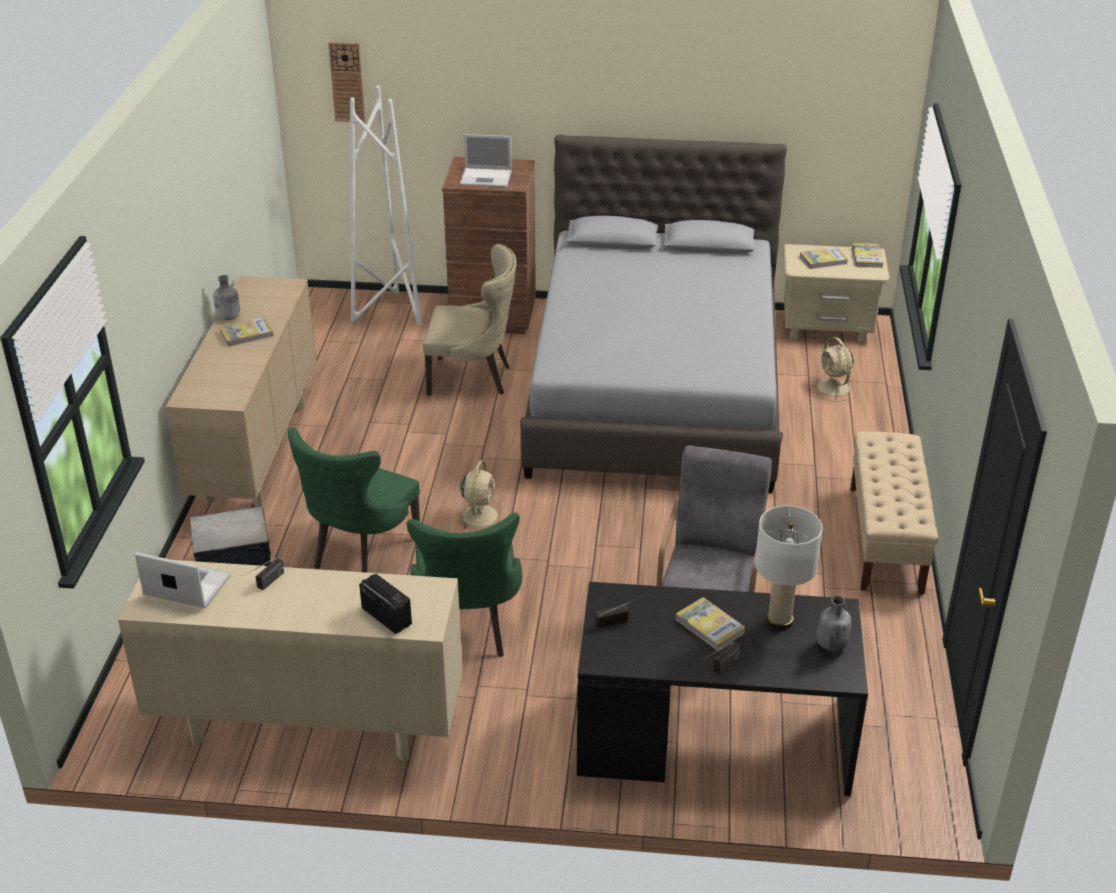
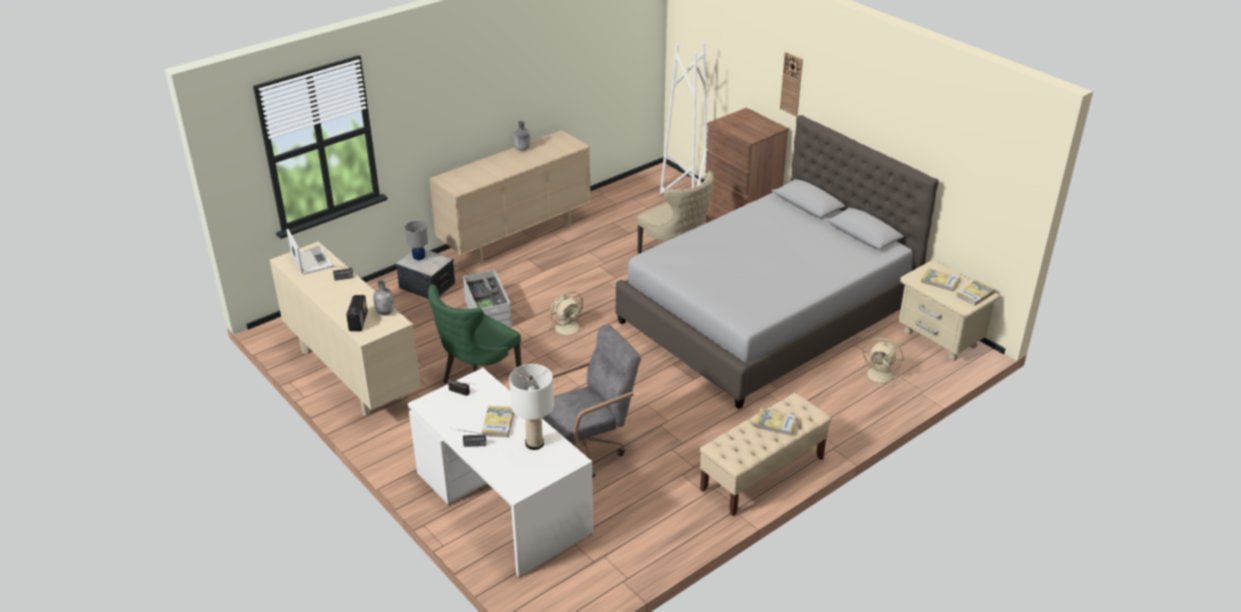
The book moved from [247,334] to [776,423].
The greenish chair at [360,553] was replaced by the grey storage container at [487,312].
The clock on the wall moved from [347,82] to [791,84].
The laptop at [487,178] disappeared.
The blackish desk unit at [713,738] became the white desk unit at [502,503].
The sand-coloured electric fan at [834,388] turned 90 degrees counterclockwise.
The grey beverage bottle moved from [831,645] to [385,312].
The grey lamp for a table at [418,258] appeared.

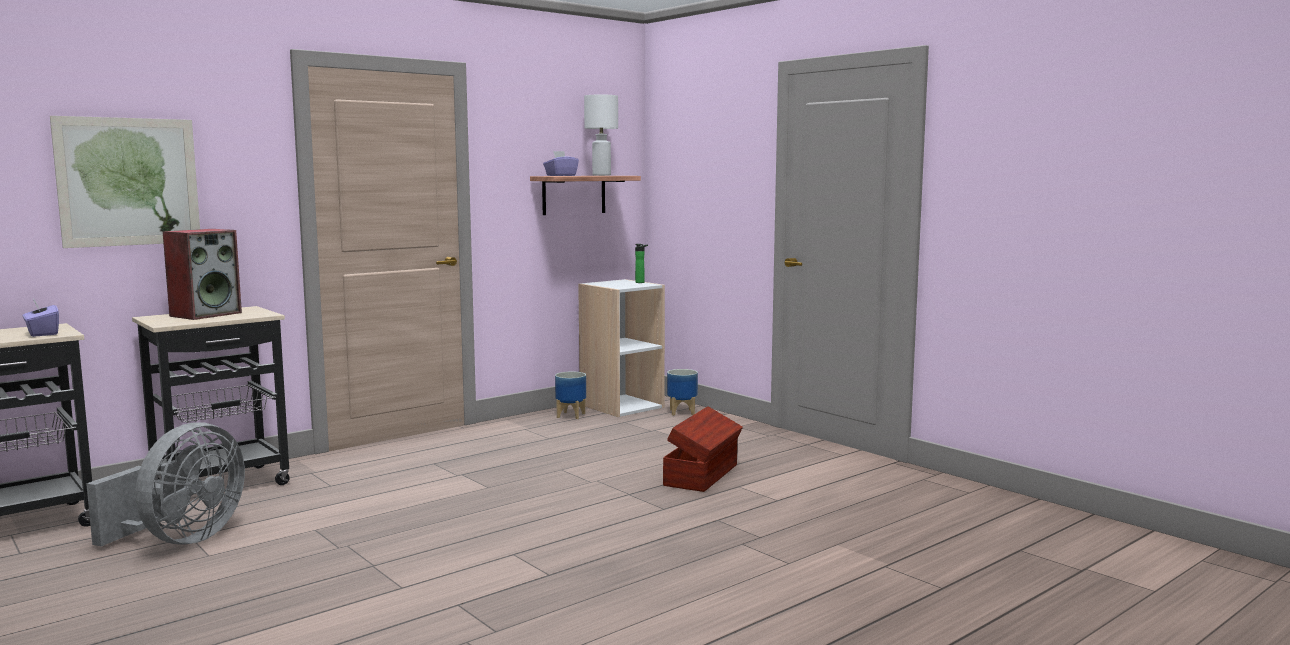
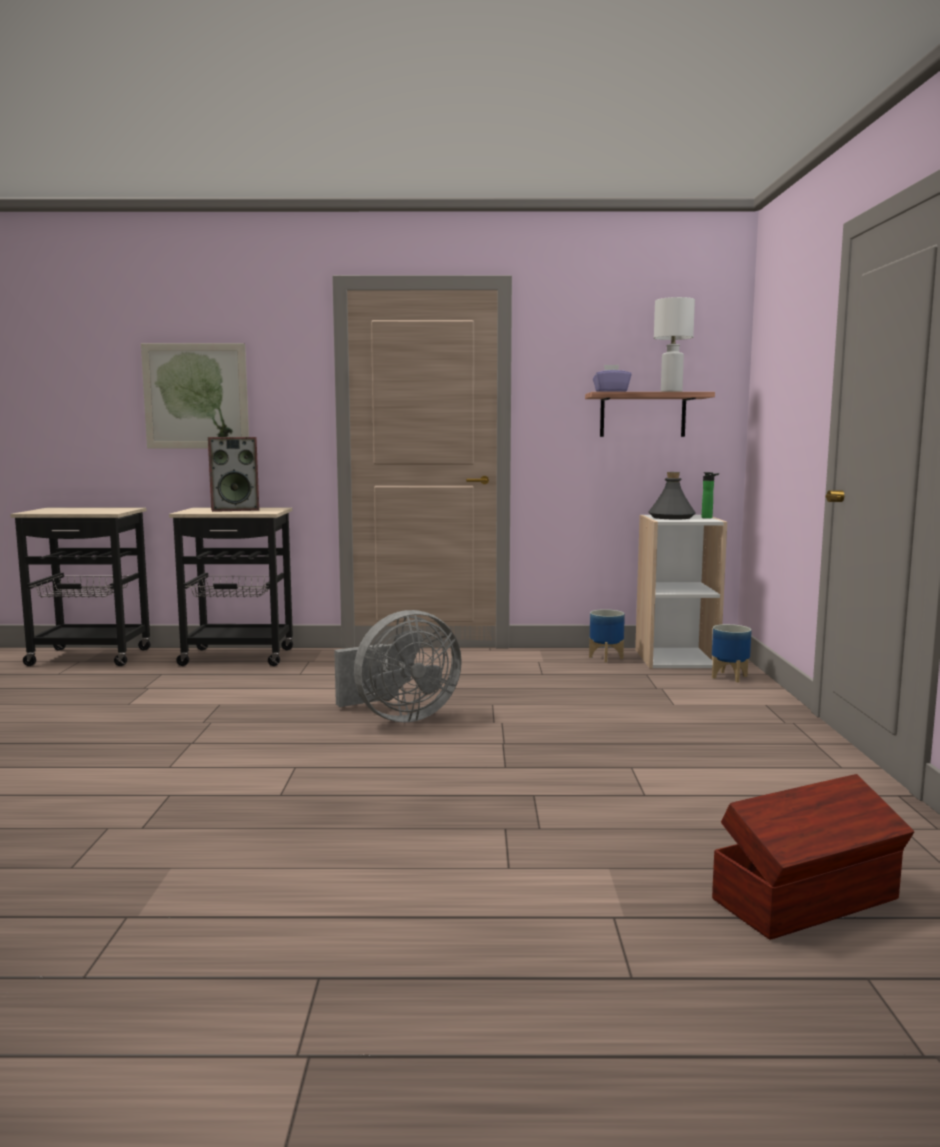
The purple-coloured tissue holder at [42,333] disappeared.
The grey electric fan moved from [181,539] to [399,717].
The brown storage container moved from [703,475] to [809,900].
The grey beverage bottle at [671,517] appeared.

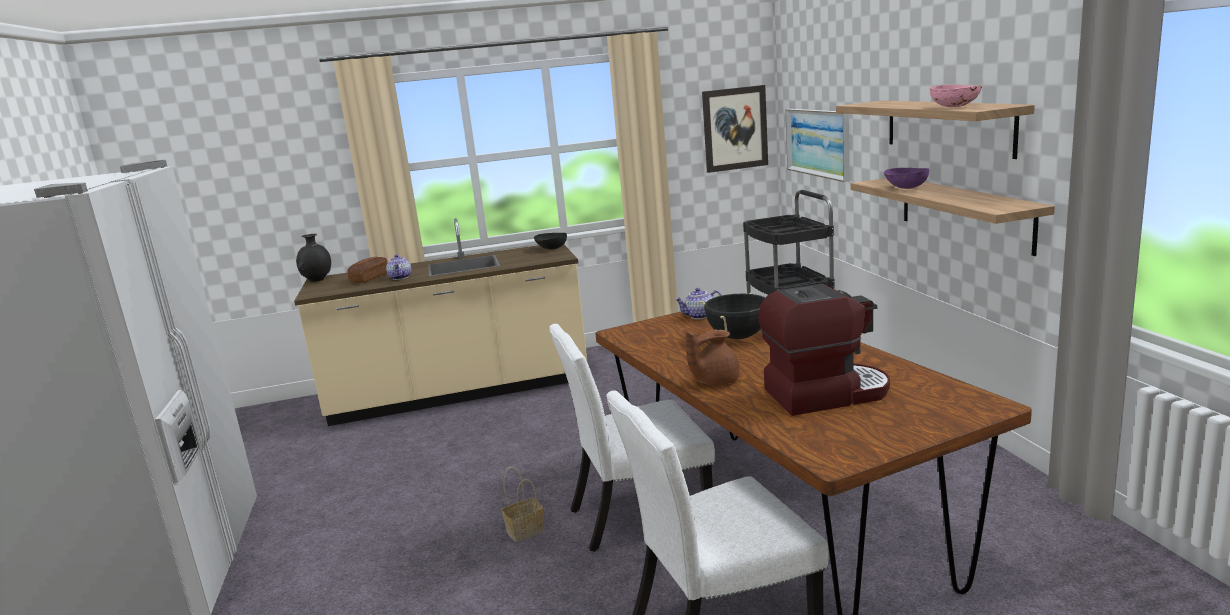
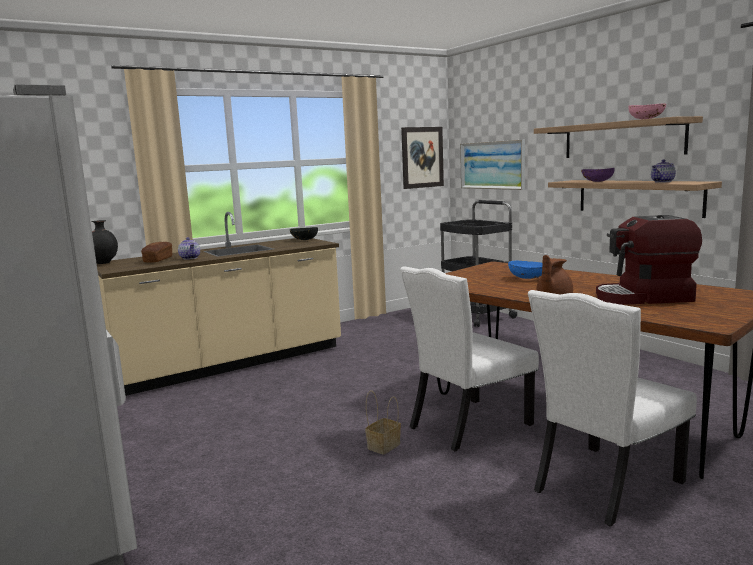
The pot for tea moved from [699,316] to [663,182].
The blackish saucepot at [738,337] was replaced by the blue serving bowl at [528,278].
The coffee maker at [826,393] turned 150 degrees counterclockwise.

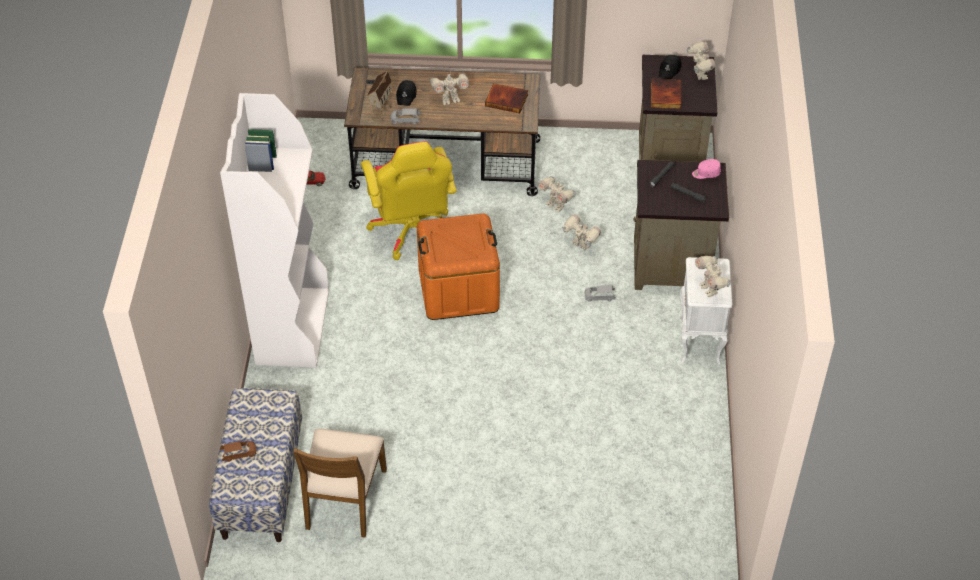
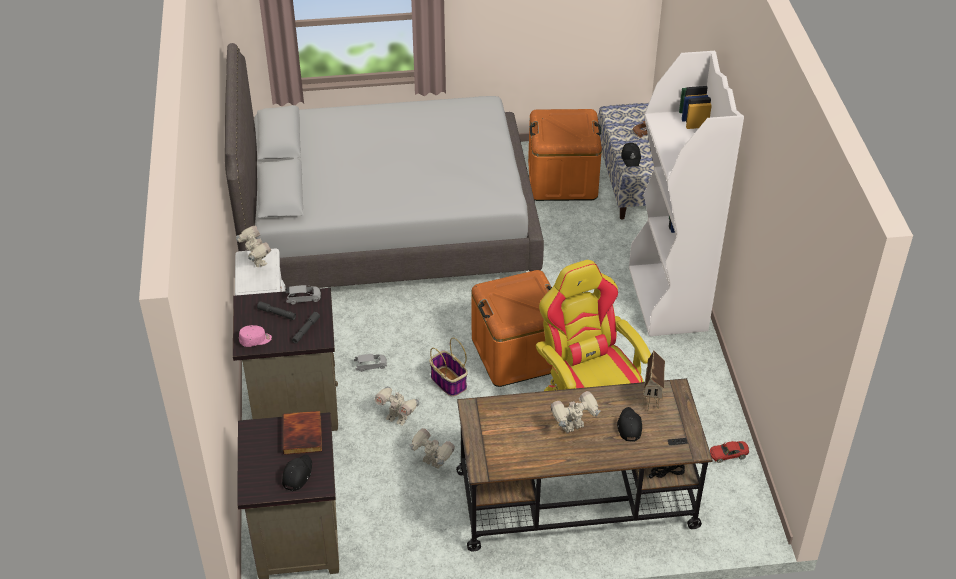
The brown chair at [344,499] was replaced by the orangey storage container at [562,180].
The grey model car moved from [405,120] to [303,298].
The book at [507,100] disappeared.
The model robot at [699,75] disappeared.
The grey bed at [387,226] appeared.
The household basket at [448,381] appeared.
The blackish peaked cap at [631,158] appeared.

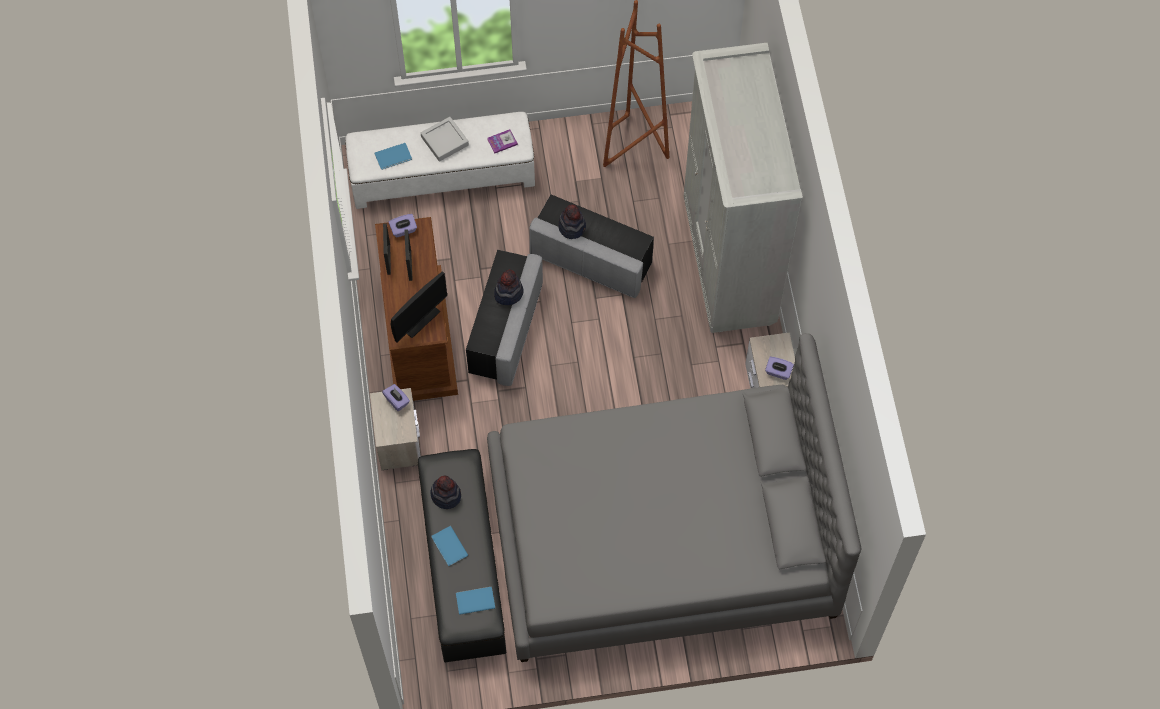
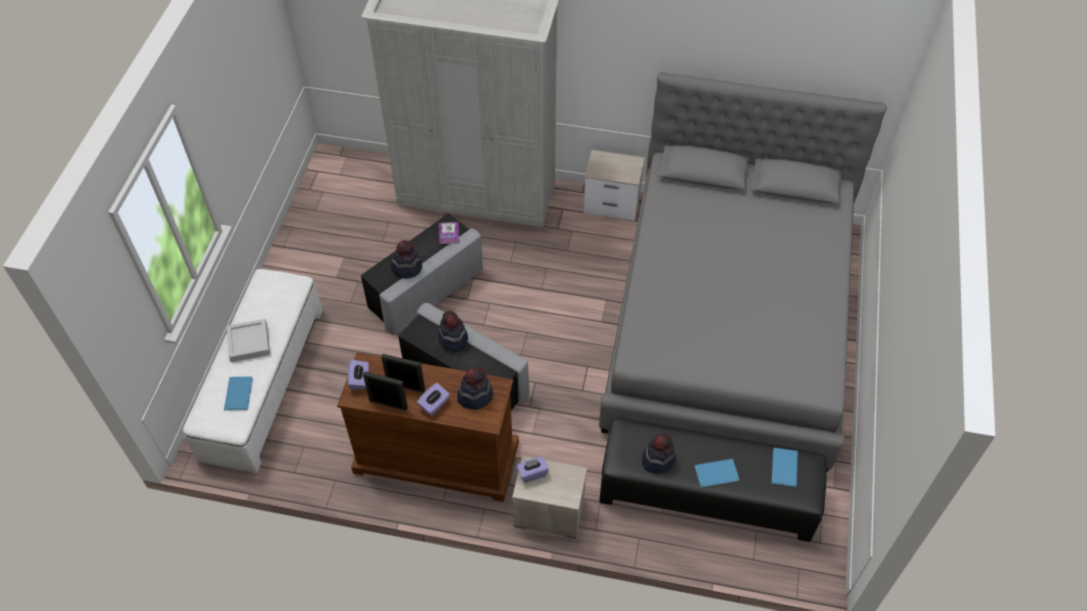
The computer display at [419,319] was replaced by the hat at [475,396].
The book moved from [502,142] to [449,233].
The brown garment stand at [633,146] disappeared.
The purple-coloured tissue holder moved from [778,372] to [434,405].

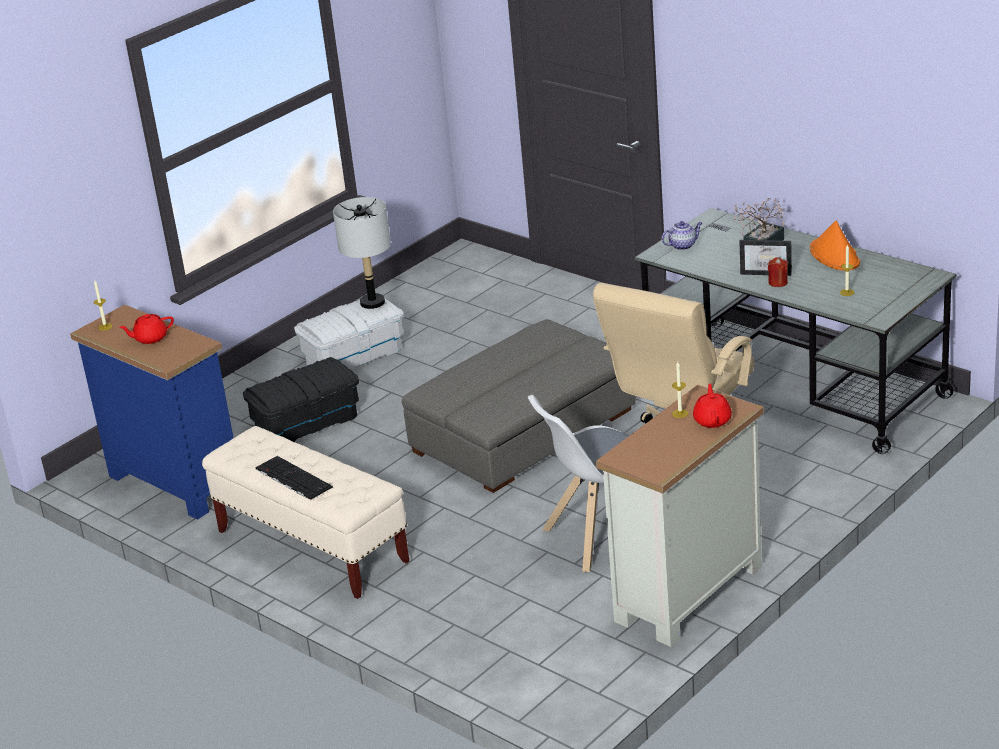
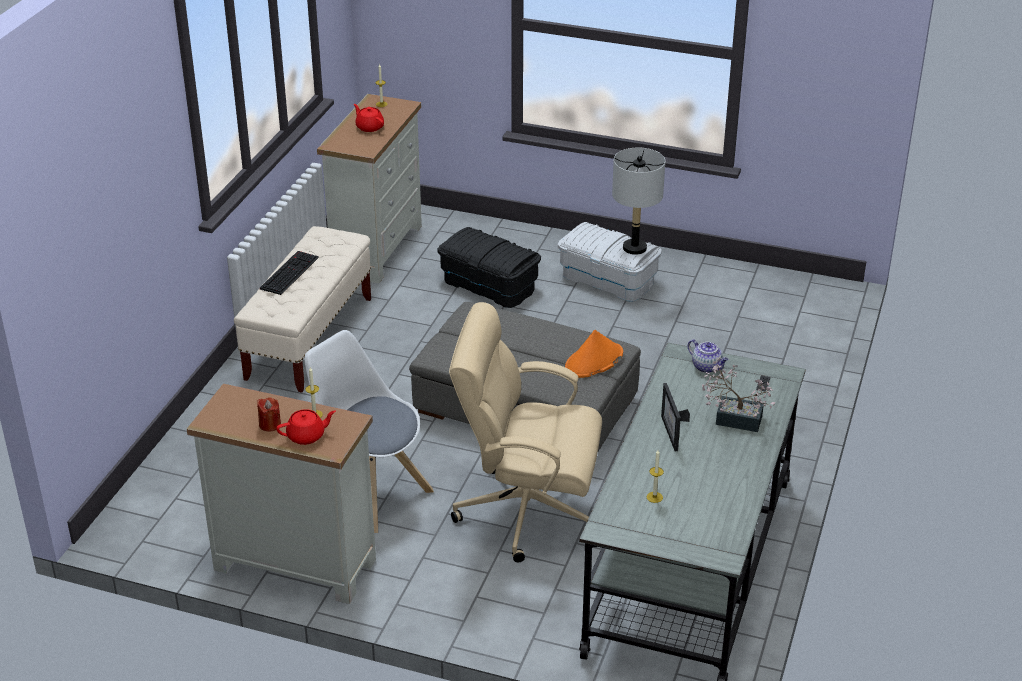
The blue drawer chest at [175,482] became the white drawer chest at [378,249].
The reddish wax light moved from [778,283] to [270,424].
The orangey hat moved from [835,256] to [594,361].

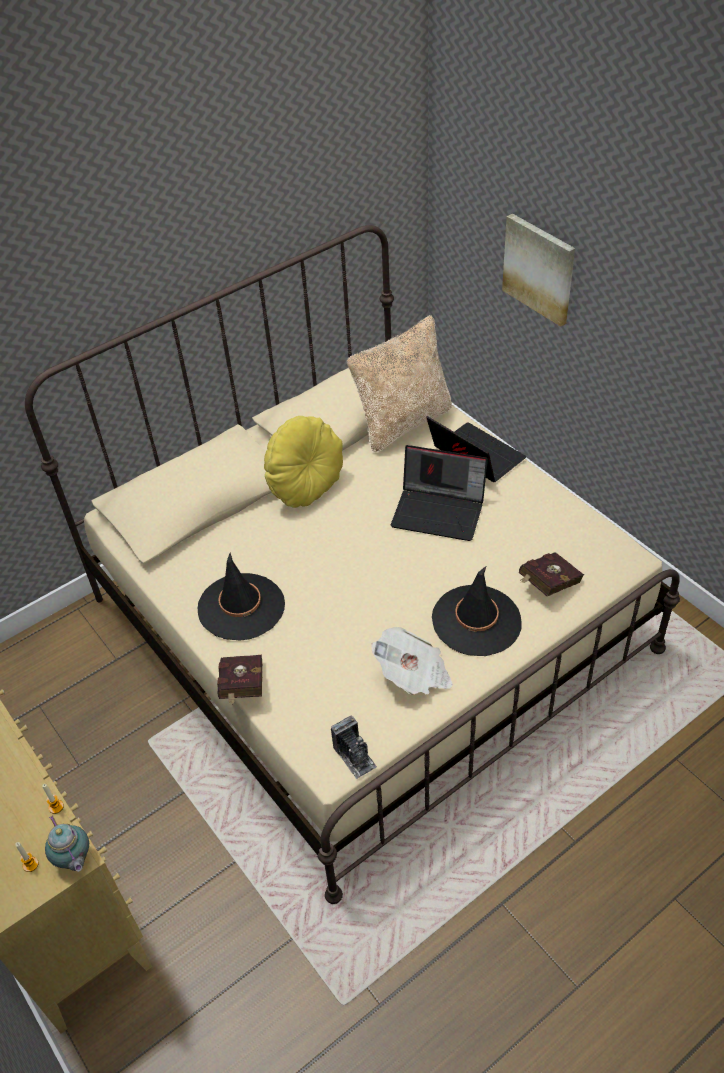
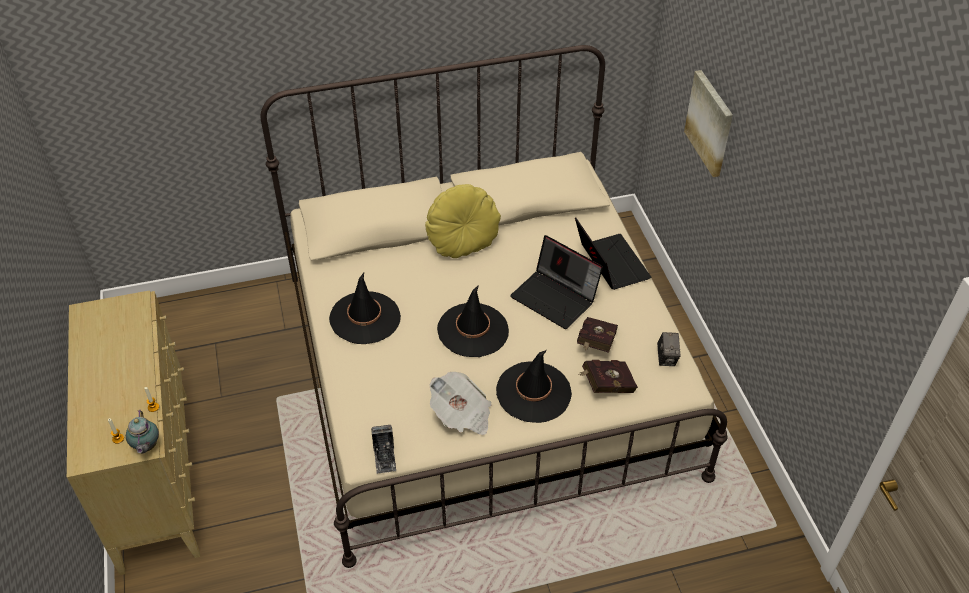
The reddish book moved from [242,689] to [595,344].
The sand-coloured throw pillow at [404,424] disappeared.
The blackish hat at [473,330] appeared.
The photo camera at [667,358] appeared.

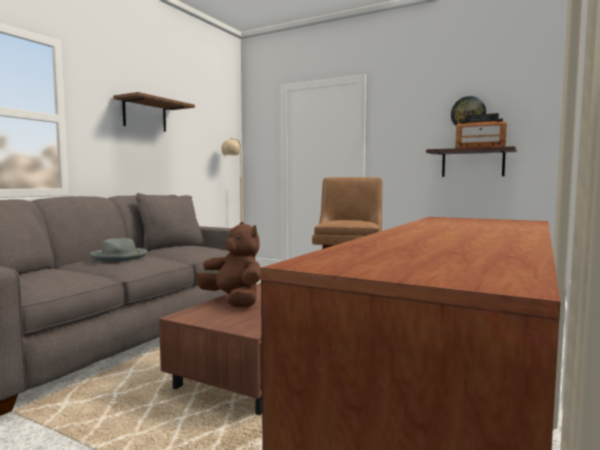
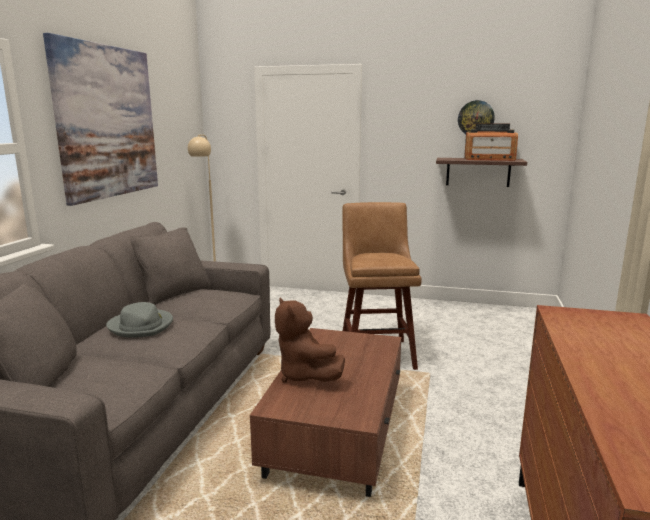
The brown shelf at [144,115] was replaced by the wall art at [107,122].
The brown soft toy at [234,302] turned 150 degrees counterclockwise.

